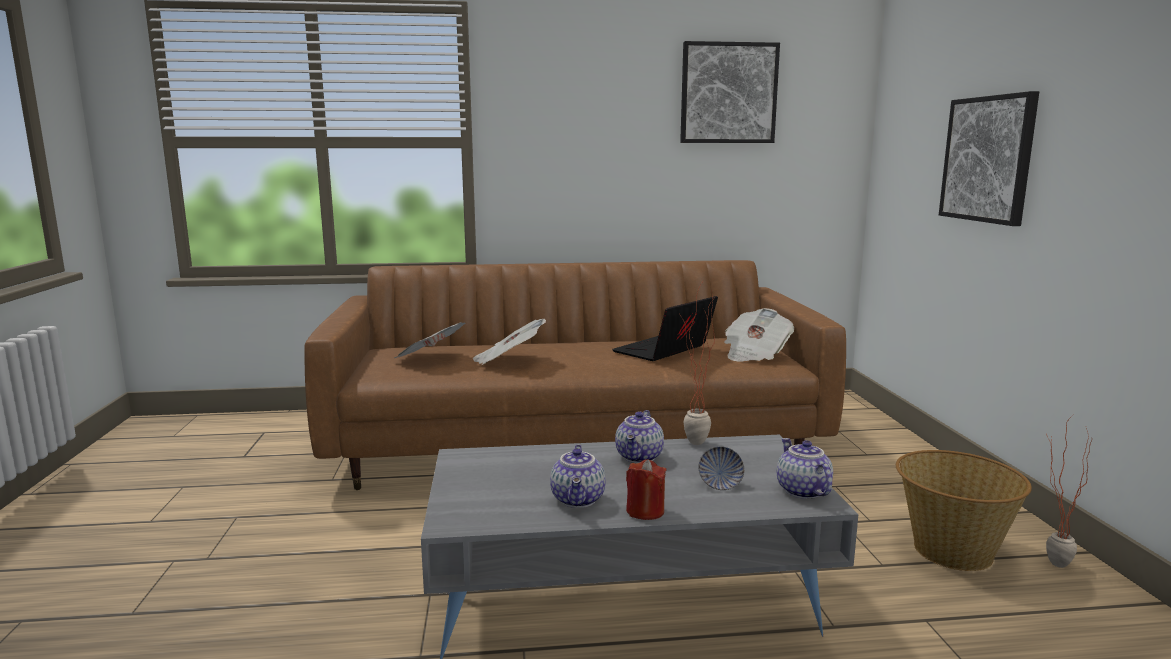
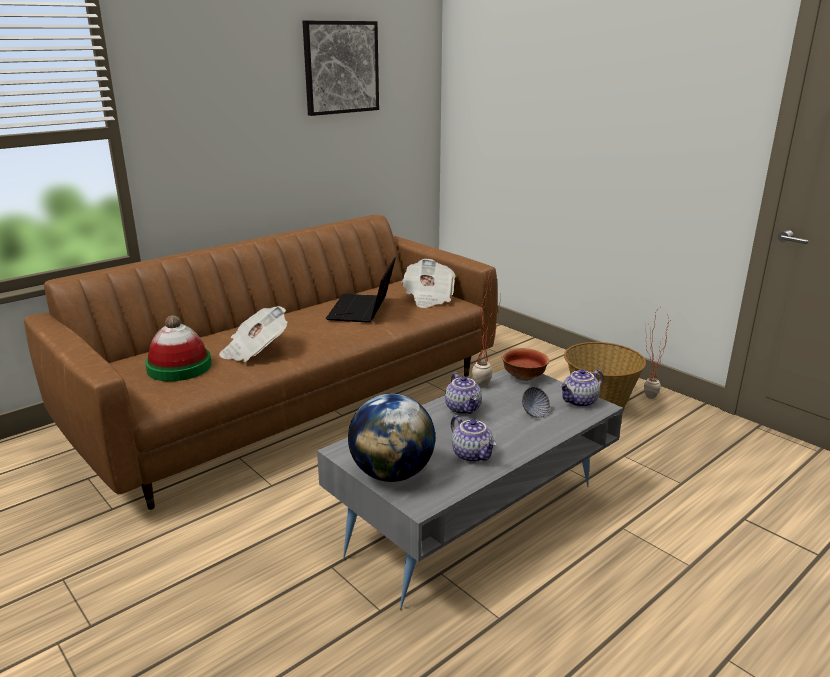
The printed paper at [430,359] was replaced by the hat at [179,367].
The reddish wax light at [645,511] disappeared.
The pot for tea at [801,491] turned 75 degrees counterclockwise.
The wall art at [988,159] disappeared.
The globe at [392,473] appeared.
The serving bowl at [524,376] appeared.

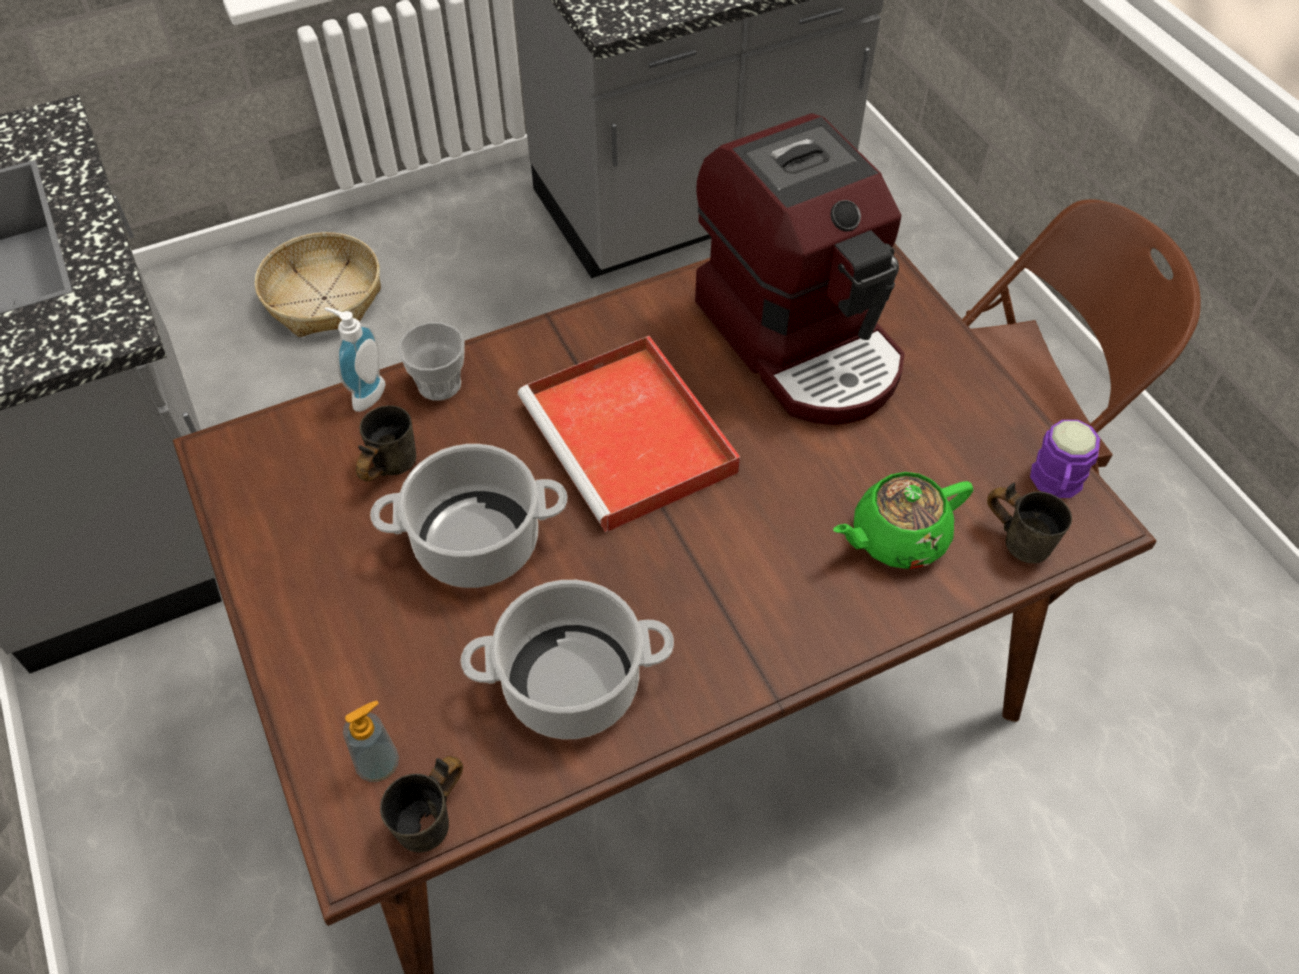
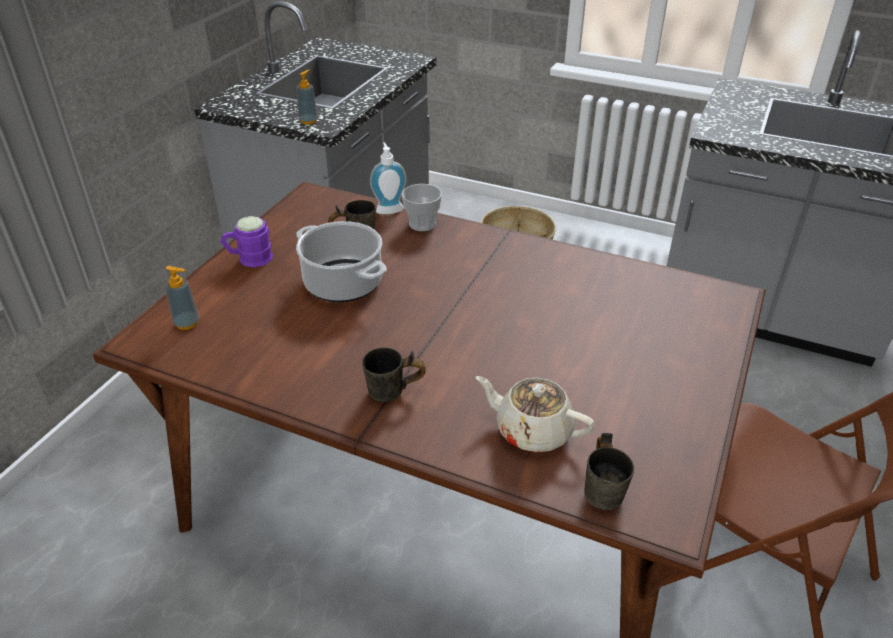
The grey tea mug moved from [437,821] to [394,395].
The saucepot at [573,682] disappeared.
The reddish carrying tray at [632,440] disappeared.
The coffee maker at [801,339] disappeared.
The greenish pot for tea at [896,537] became the sand-coloured pot for tea at [532,430].
The purple-coloured tea mug moved from [1055,485] to [249,259].
The liquid soap bottle at [308,121] appeared.

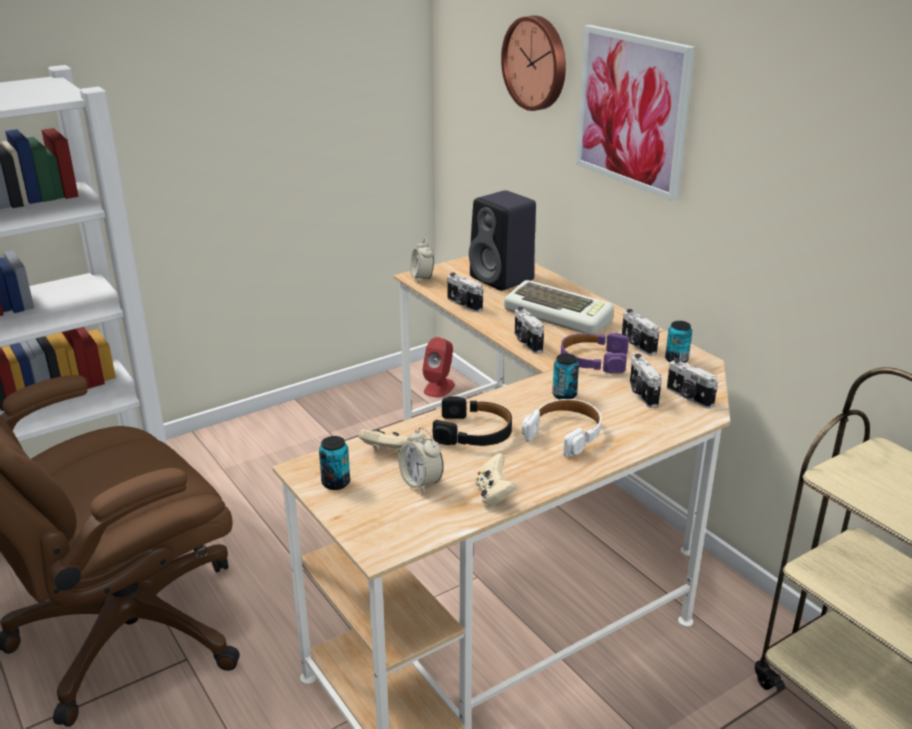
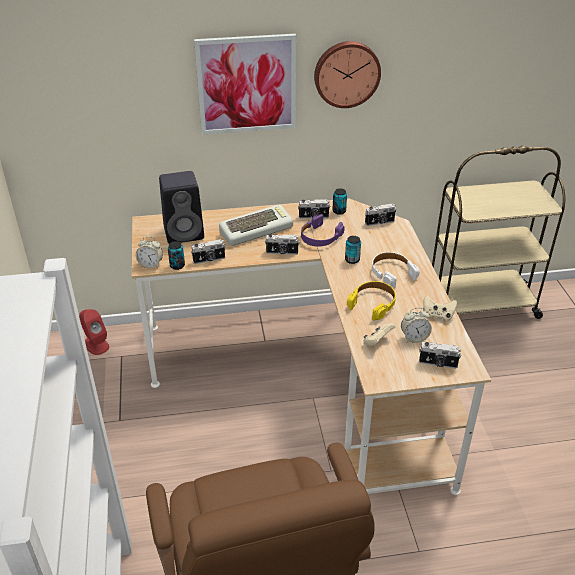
The metal can moved from [336,483] to [177,266].
The blackish headset at [474,432] became the yellow headset at [373,304].
The clock on the wall moved from [536,63] to [346,73].
The photo camera moved from [641,394] to [438,364].

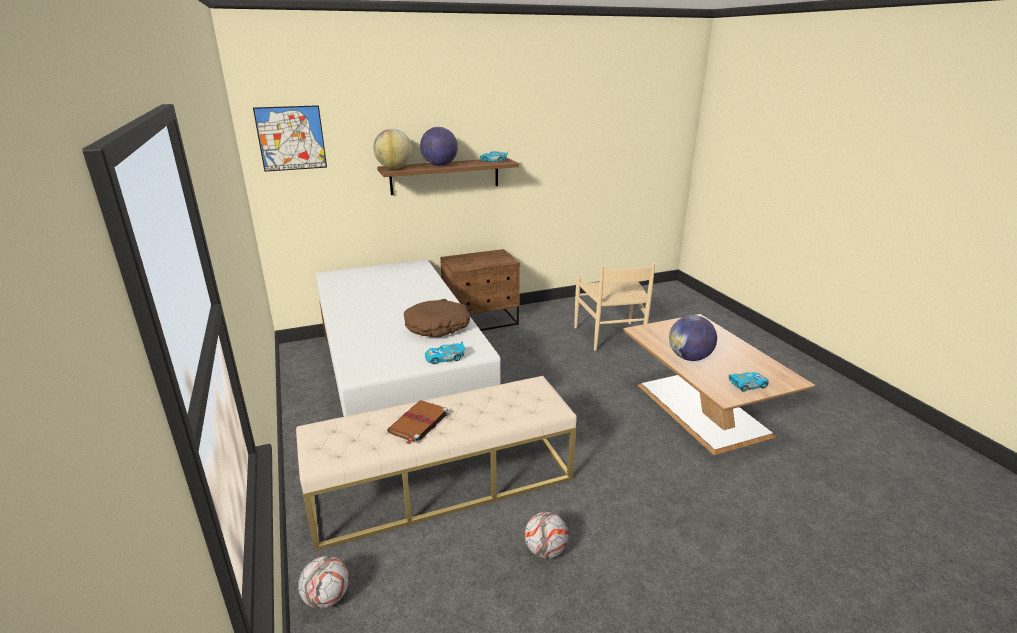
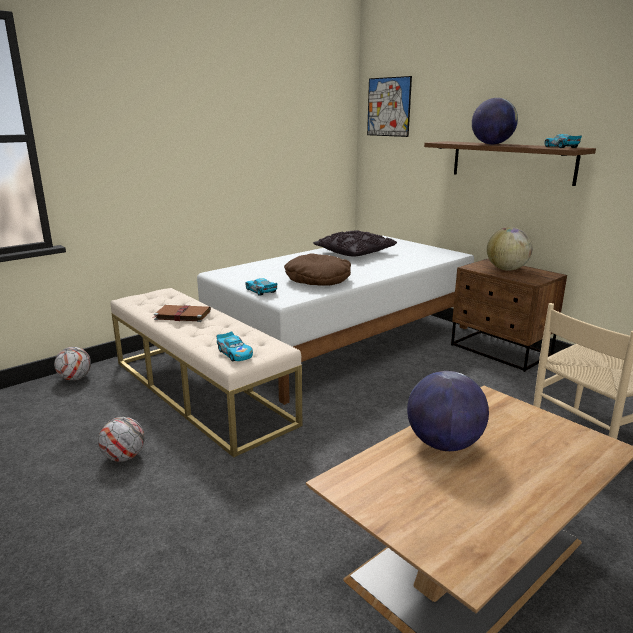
The globe moved from [394,168] to [506,269].
The model car moved from [747,385] to [235,353].
The blackish throw pillow at [355,252] appeared.

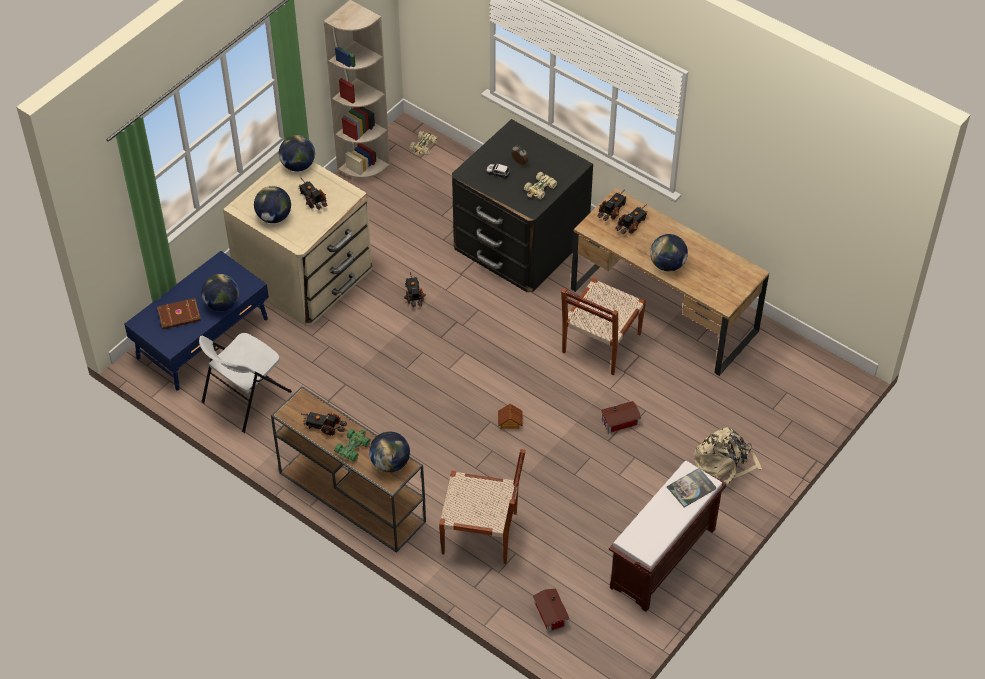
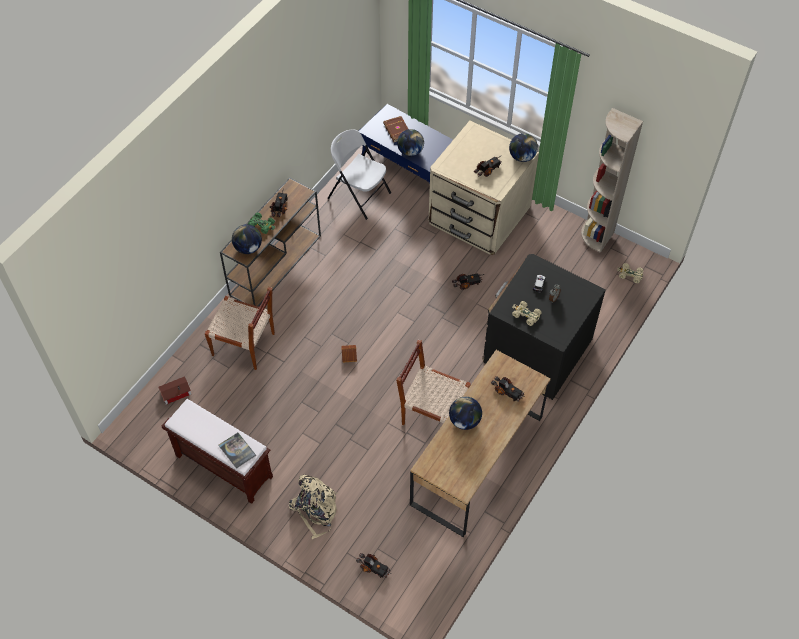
The globe at [274,217] disappeared.
The chair at [482,534] turned 75 degrees counterclockwise.
The toy lorry moved from [612,211] to [373,568].
The toy house at [621,421] disappeared.

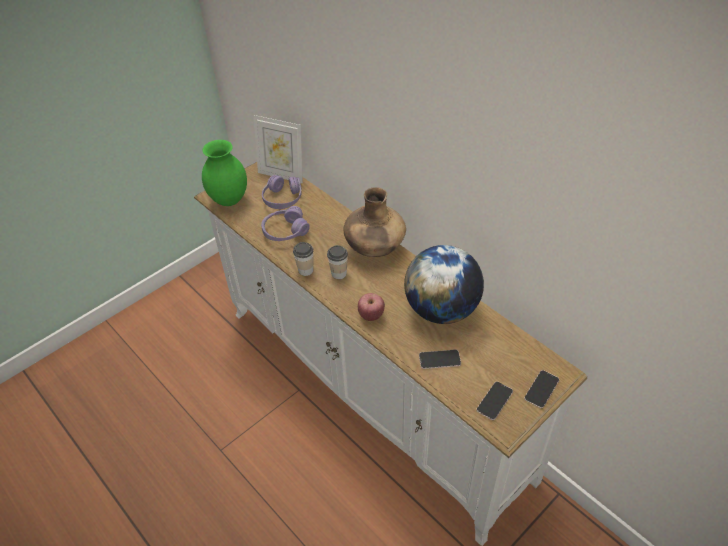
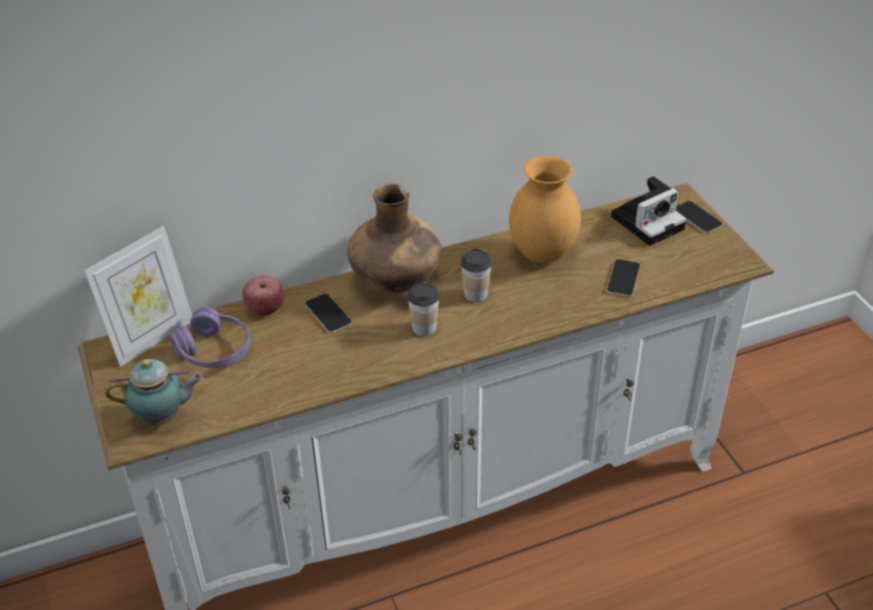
The greenish decorative vase at [228,200] was replaced by the pot for tea at [163,418].
The purple-coloured headset at [285,231] disappeared.
The drinking cup moved from [305,270] to [475,294].
The whole apple moved from [371,315] to [265,309].
The globe at [441,309] was replaced by the brown decorative vase at [543,254].
The handset moved from [494,401] to [328,314].
The photo camera at [648,221] appeared.

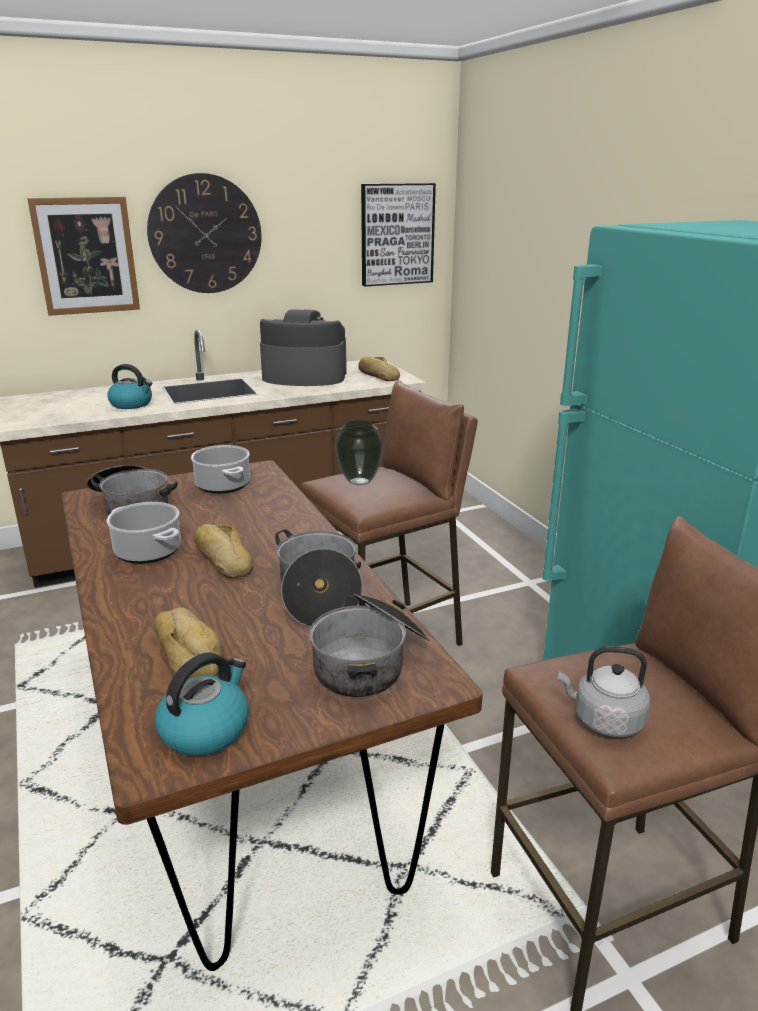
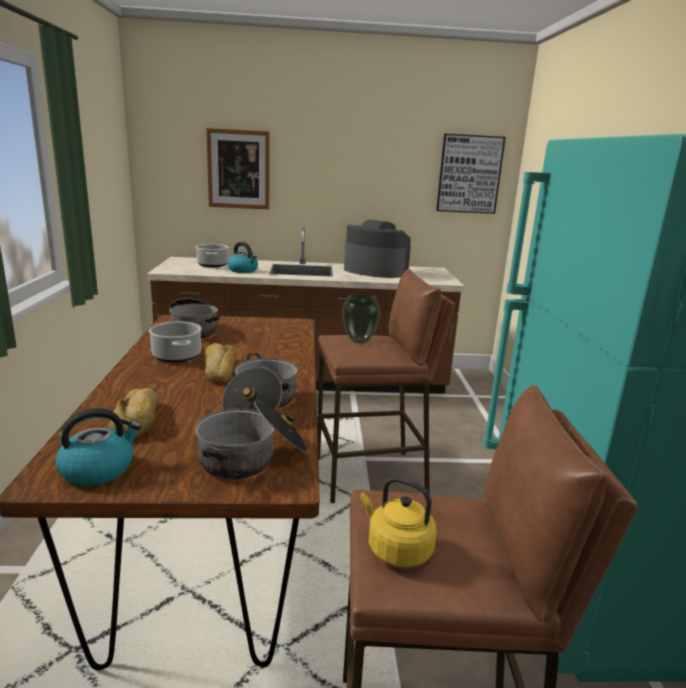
The clock on the wall at [205,234] disappeared.
The saucepot moved from [223,486] to [213,265].
The bread at [378,375] disappeared.
The grey tea kettle at [604,720] became the yellow tea kettle at [396,550].

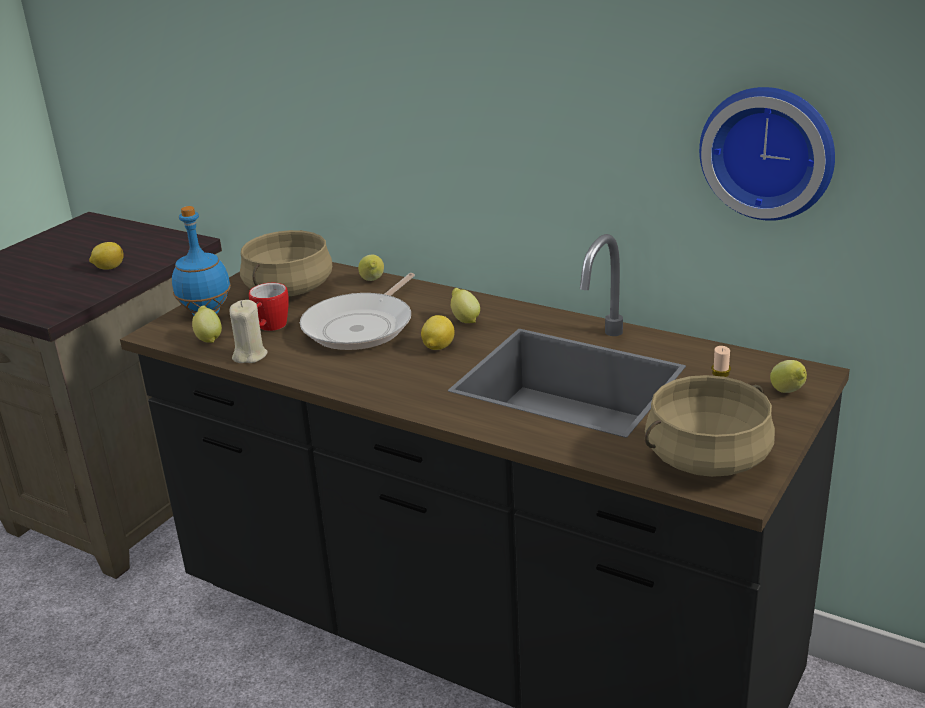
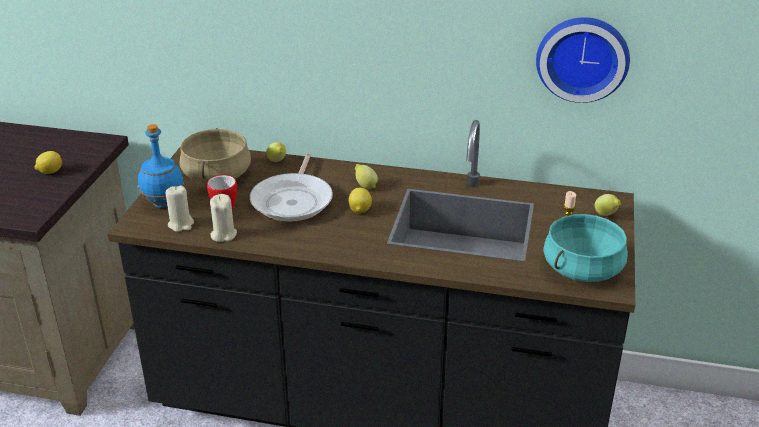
The lemon at [209,338] was replaced by the sand-coloured wax light at [181,224].
The sand-coloured saucepot at [707,458] became the turquoise-coloured saucepot at [582,268].

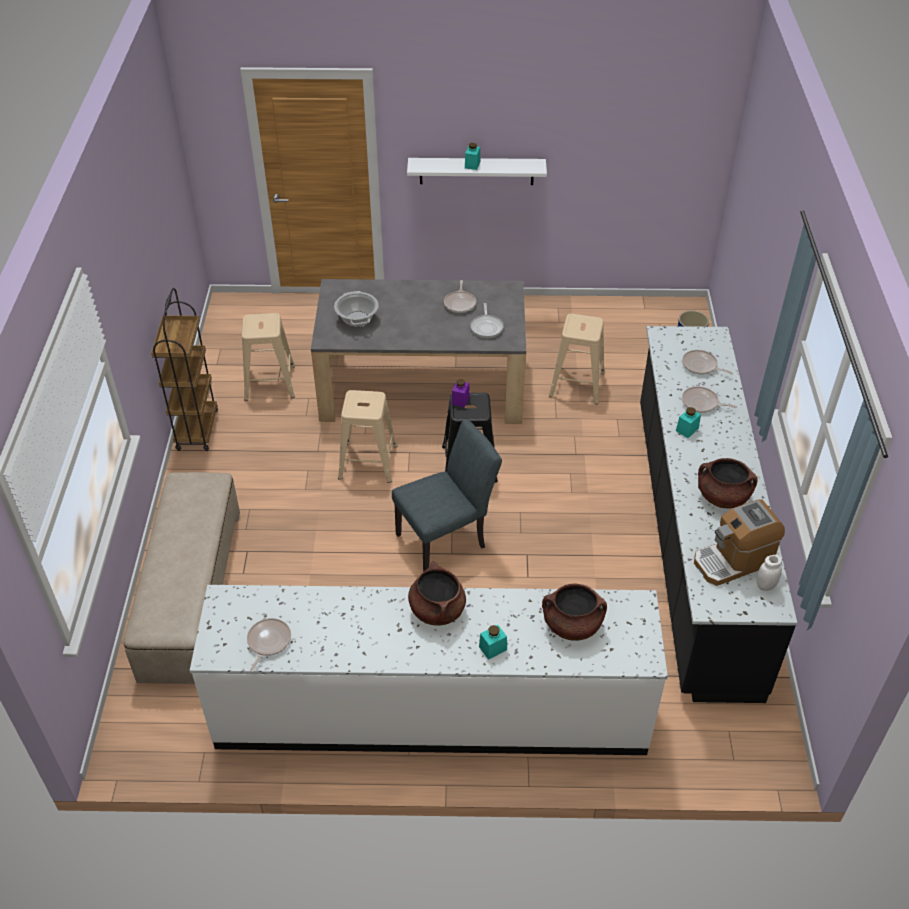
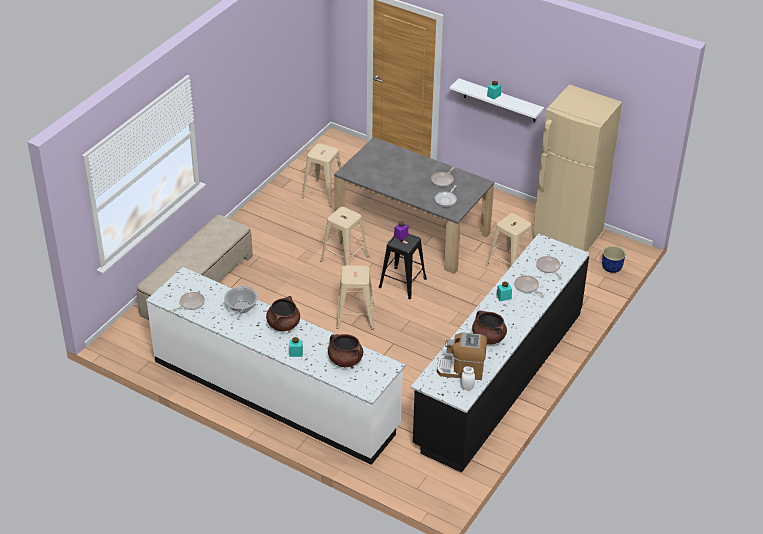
The brown trolley at [197,431] disappeared.
The saucepot moved from [357,319] to [241,307].
The grey chair at [447,538] was replaced by the sand-coloured stool at [355,316].
The sand-coloured fridge at [567,234] appeared.

